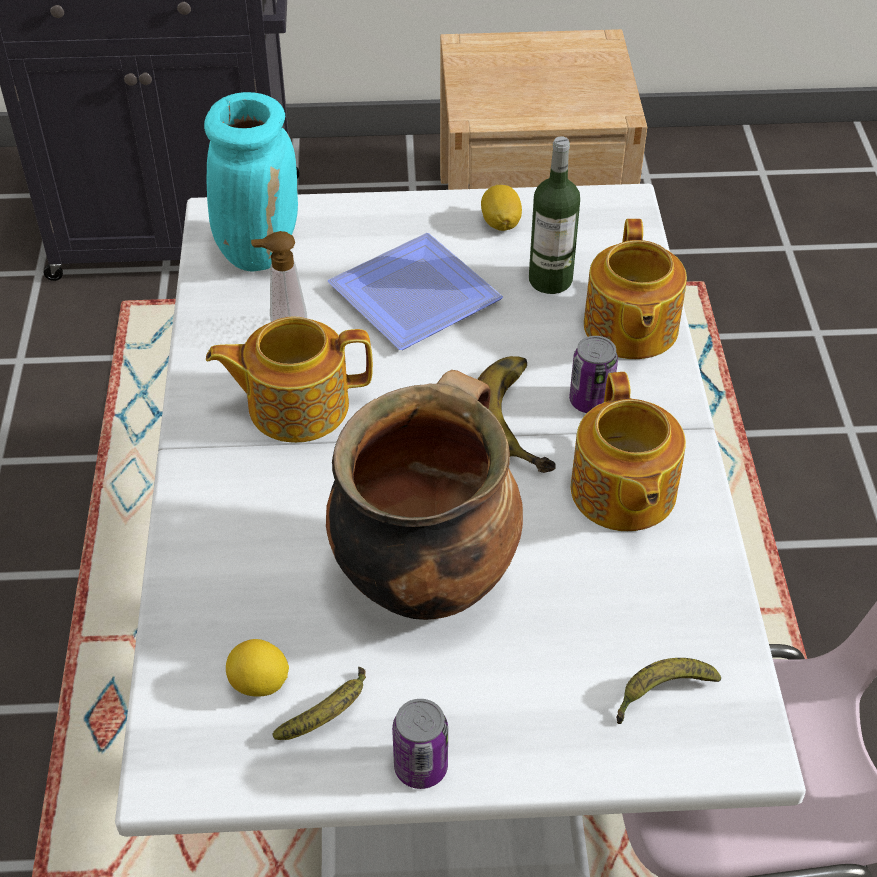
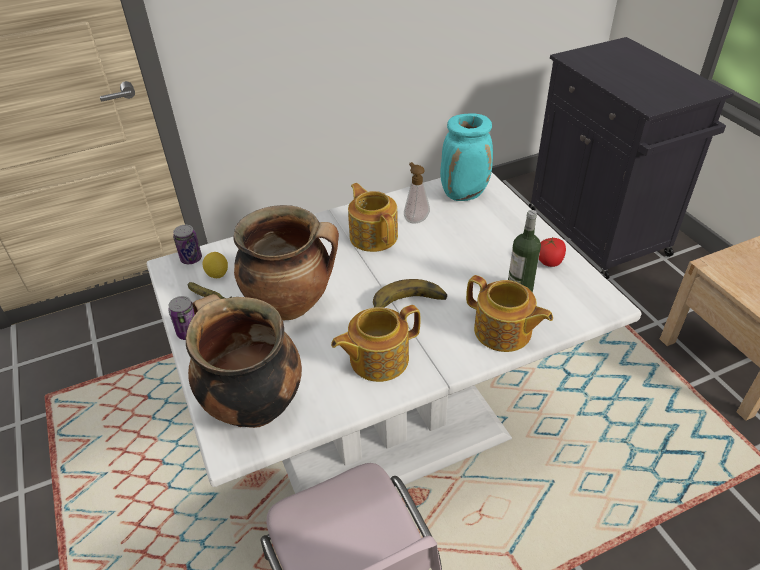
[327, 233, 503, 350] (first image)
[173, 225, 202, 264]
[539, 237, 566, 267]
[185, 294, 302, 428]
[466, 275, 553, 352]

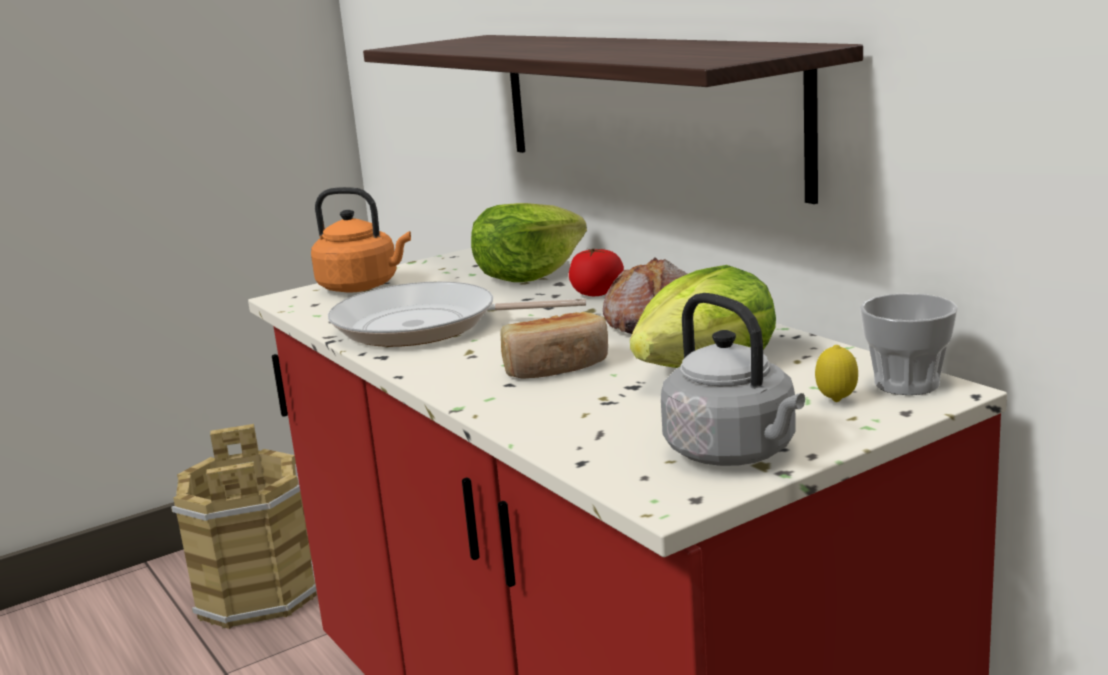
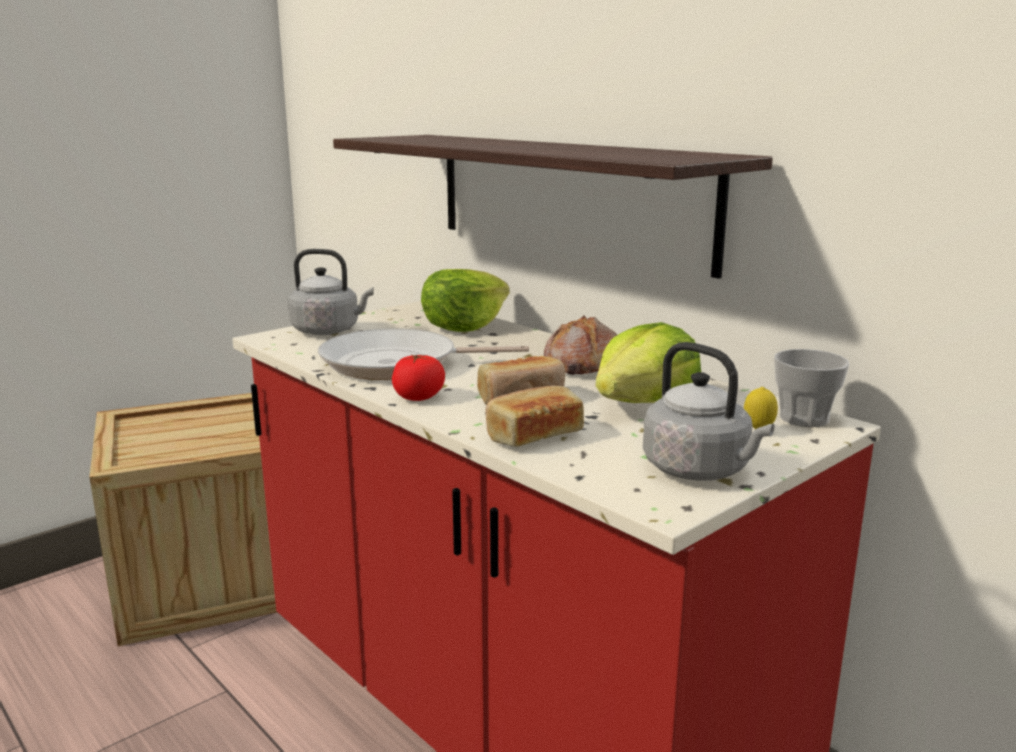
[486, 386, 584, 447]
[392, 354, 445, 401]
[89, 393, 277, 646]
[288, 249, 374, 335]

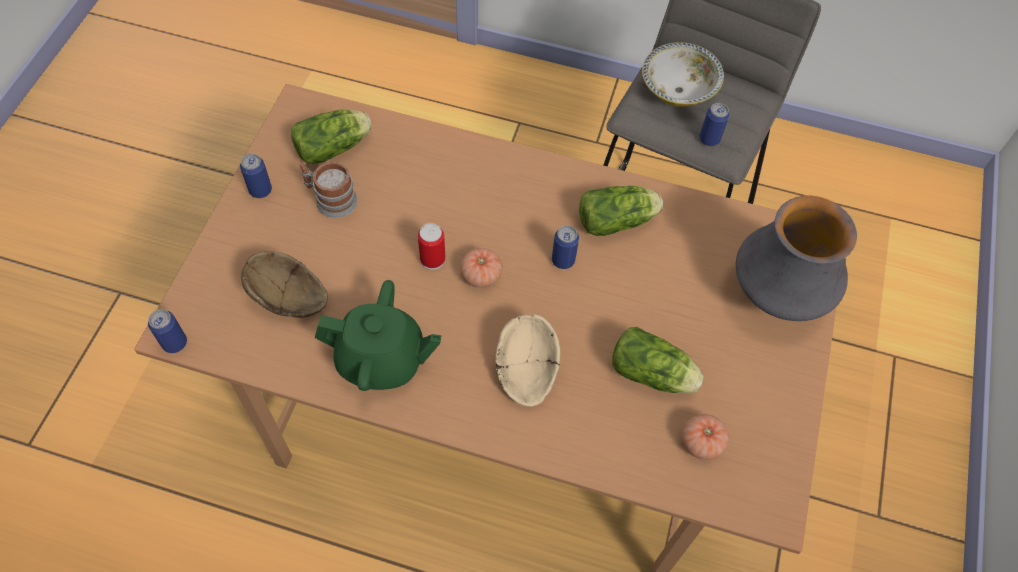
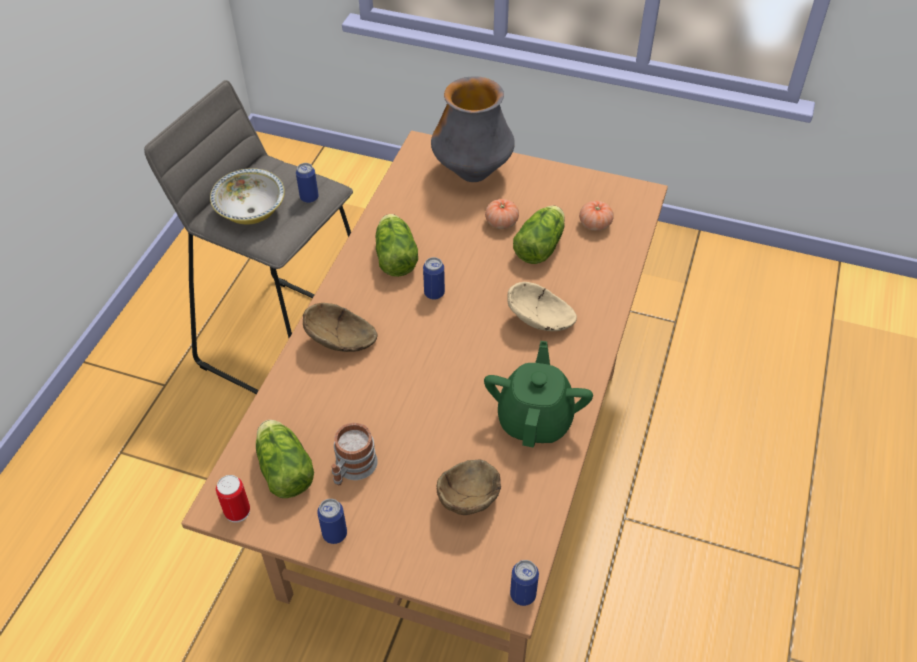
[303, 303, 377, 352]
[216, 475, 250, 523]
[485, 199, 519, 229]

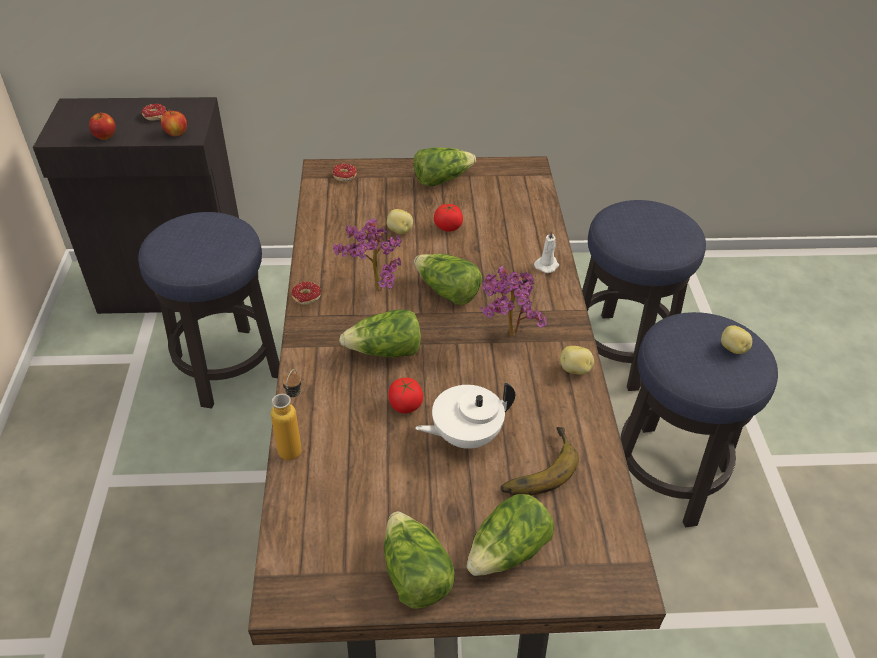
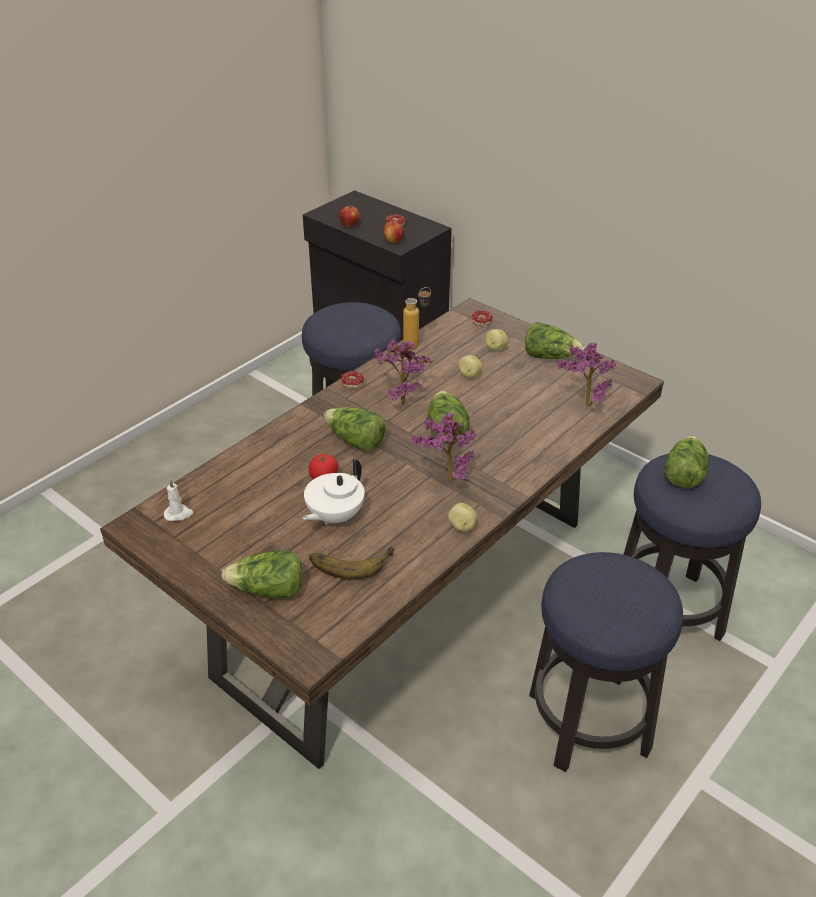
[434, 204, 463, 232] (first image)
[557, 343, 616, 407]
[403, 287, 431, 349]
[664, 436, 708, 488]
[164, 479, 194, 522]
[485, 329, 508, 352]
[303, 459, 365, 525]

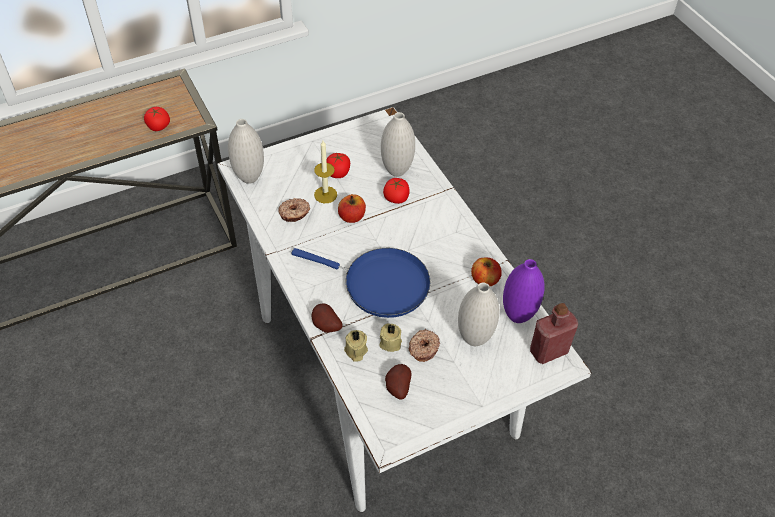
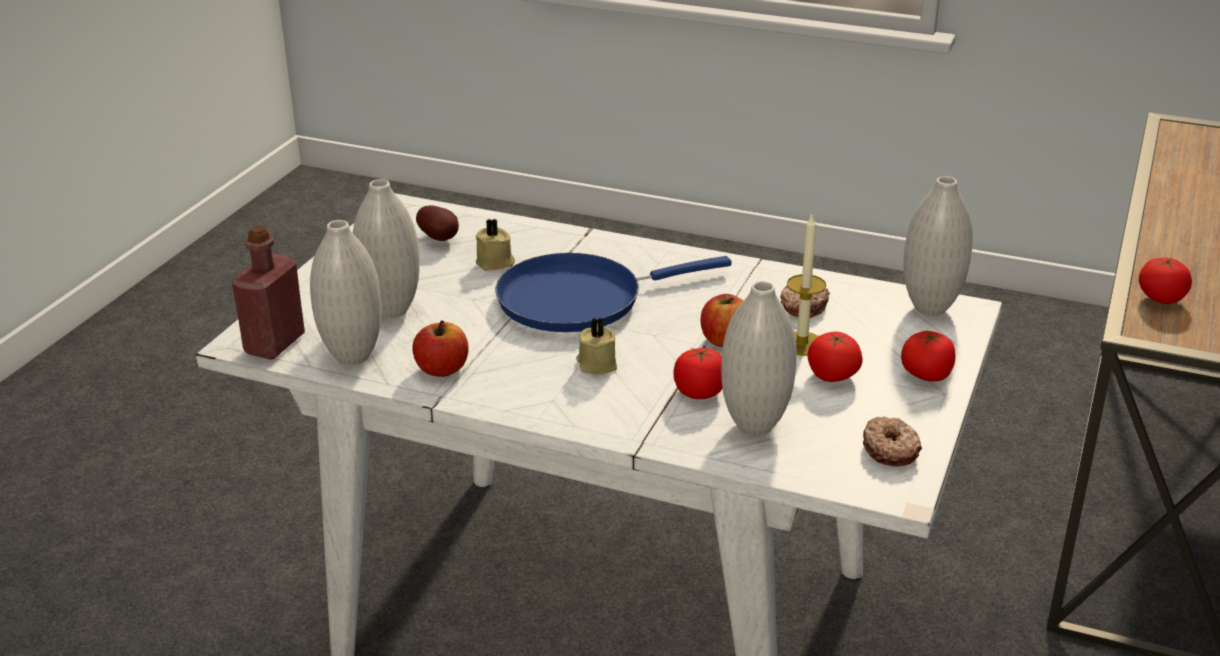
[312, 303, 343, 333] (first image)
[901, 330, 956, 382]
[576, 318, 617, 375]
[863, 416, 922, 467]
[310, 220, 382, 365]

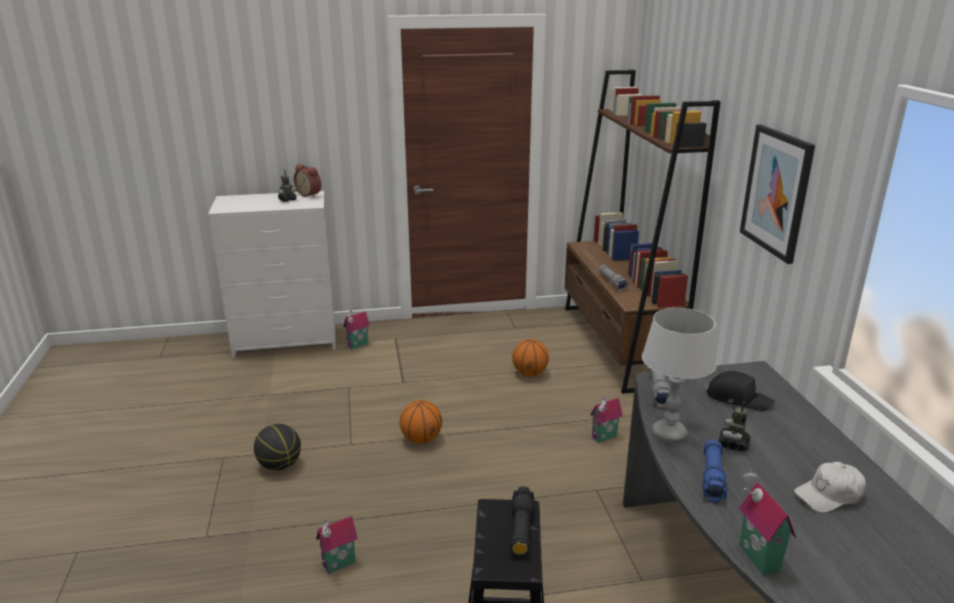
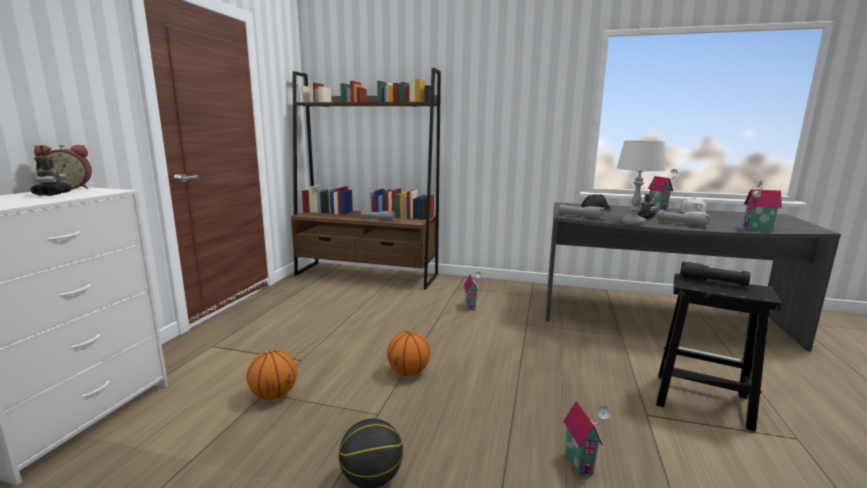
[740, 124, 815, 264] (first image)
[648, 169, 678, 211]
[247, 349, 297, 400]
[657, 210, 710, 227]

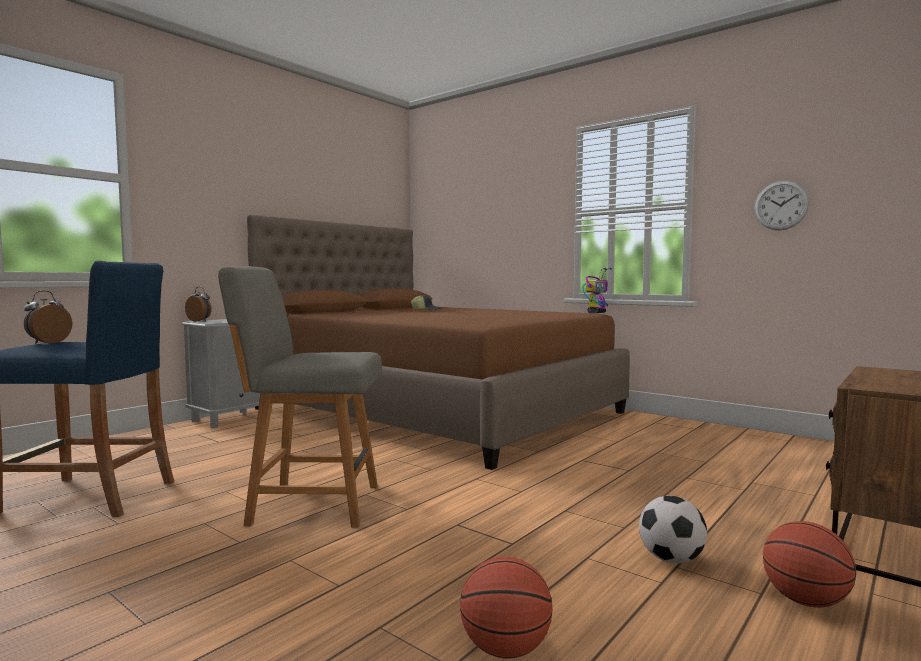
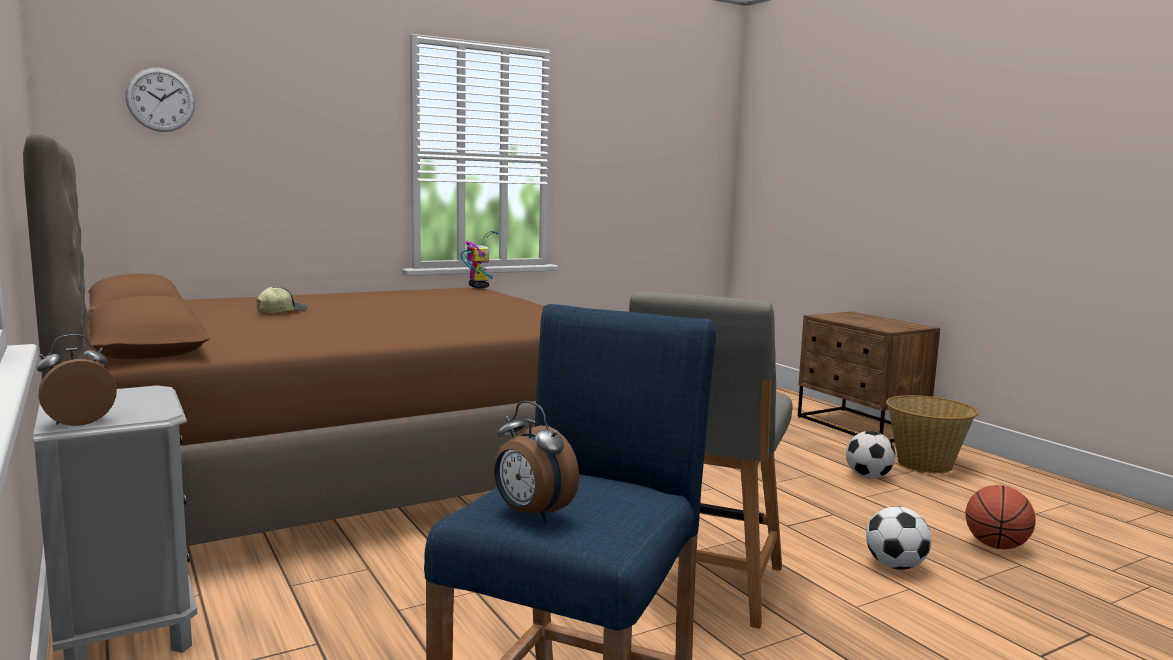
[866, 506, 931, 570]
[125, 68, 195, 132]
[886, 395, 979, 474]

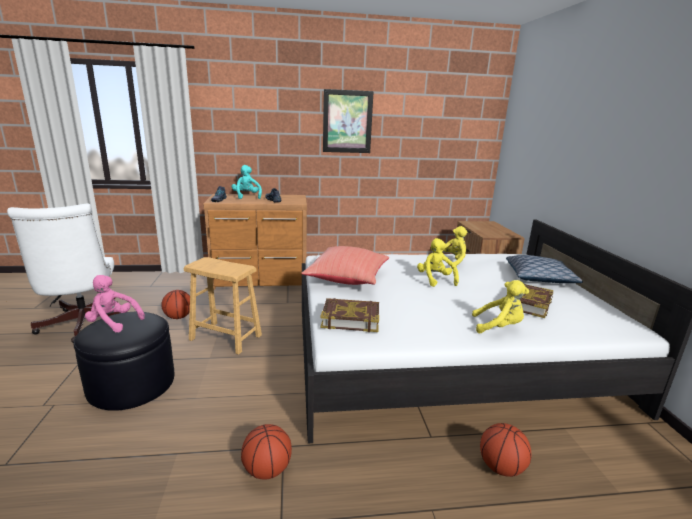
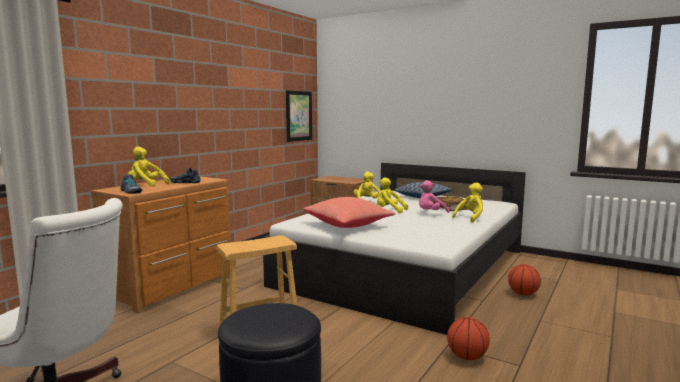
[161, 290, 190, 319] (first image)
[320, 298, 379, 332] (first image)
[419, 180, 450, 213]
[286, 90, 312, 142]
[127, 147, 170, 187]

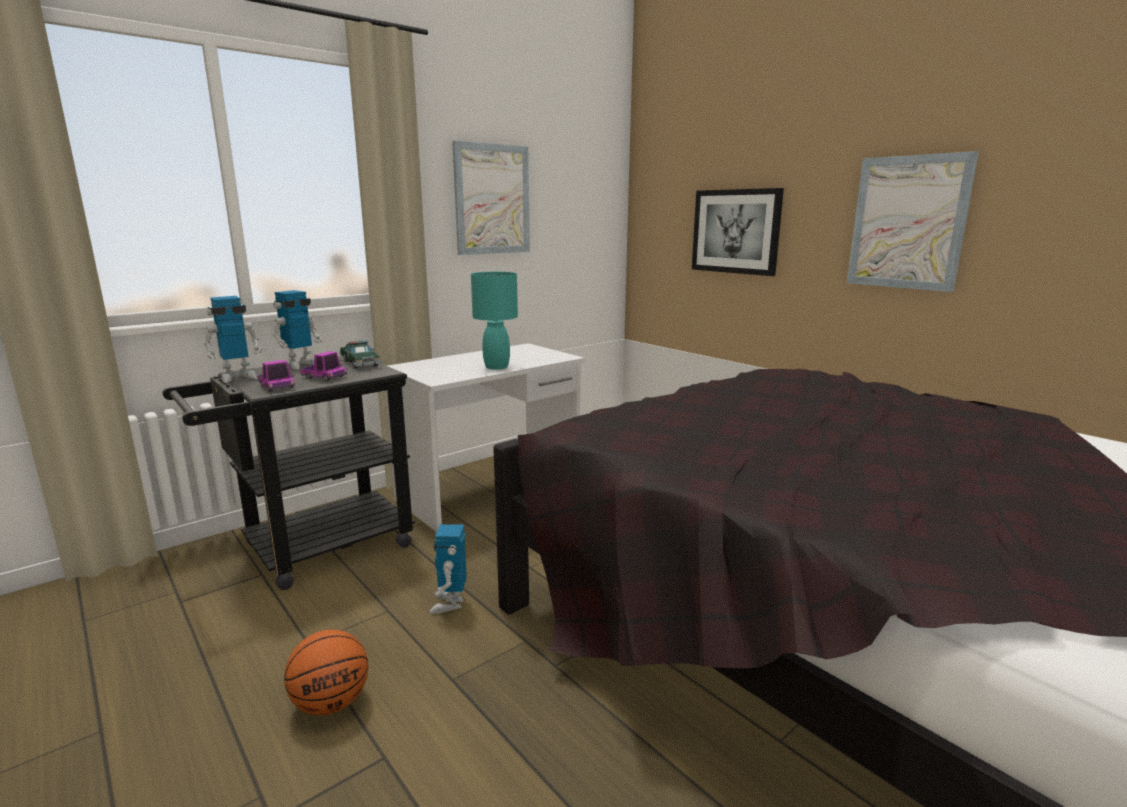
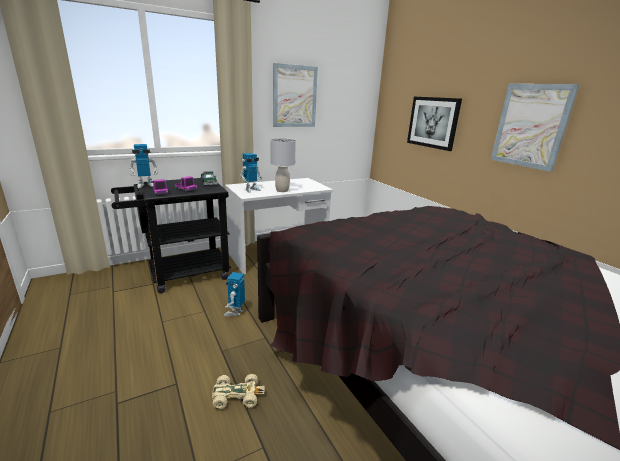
[284, 629, 368, 715] (first image)
[212, 374, 265, 410]
[240, 153, 262, 193]
[271, 138, 296, 192]

